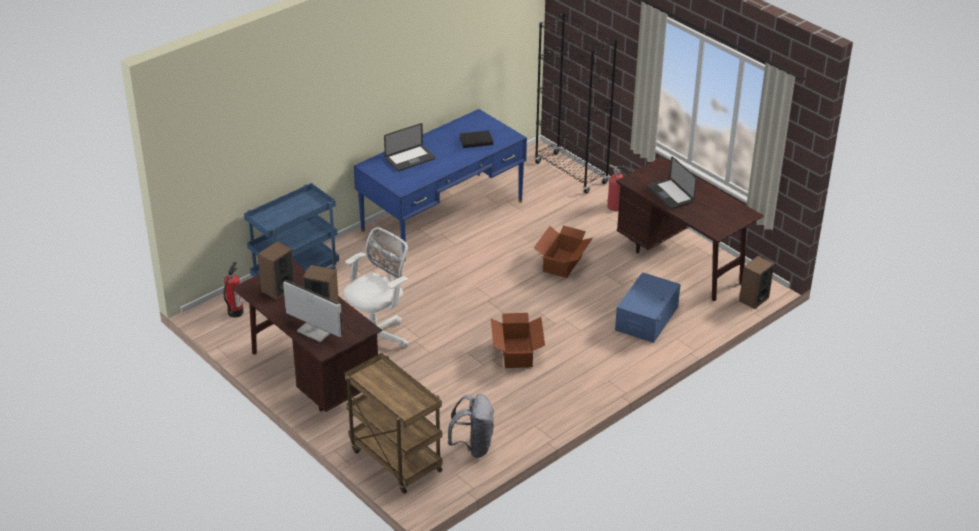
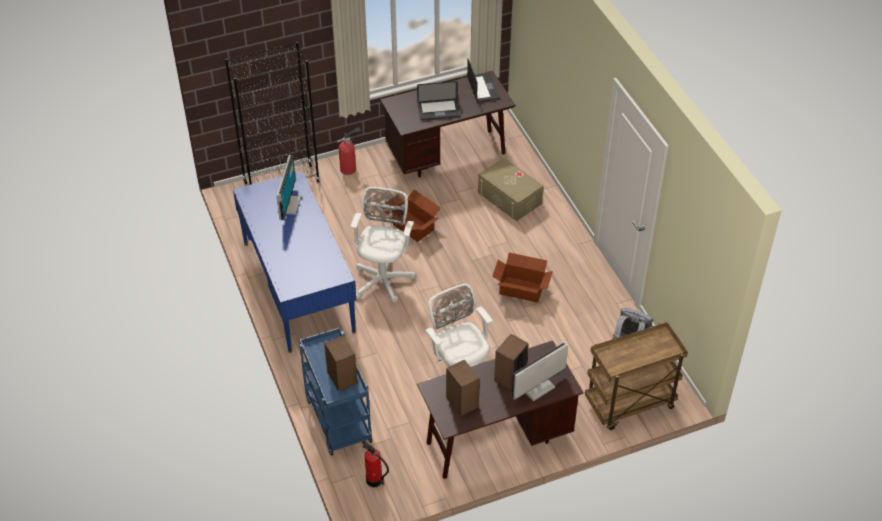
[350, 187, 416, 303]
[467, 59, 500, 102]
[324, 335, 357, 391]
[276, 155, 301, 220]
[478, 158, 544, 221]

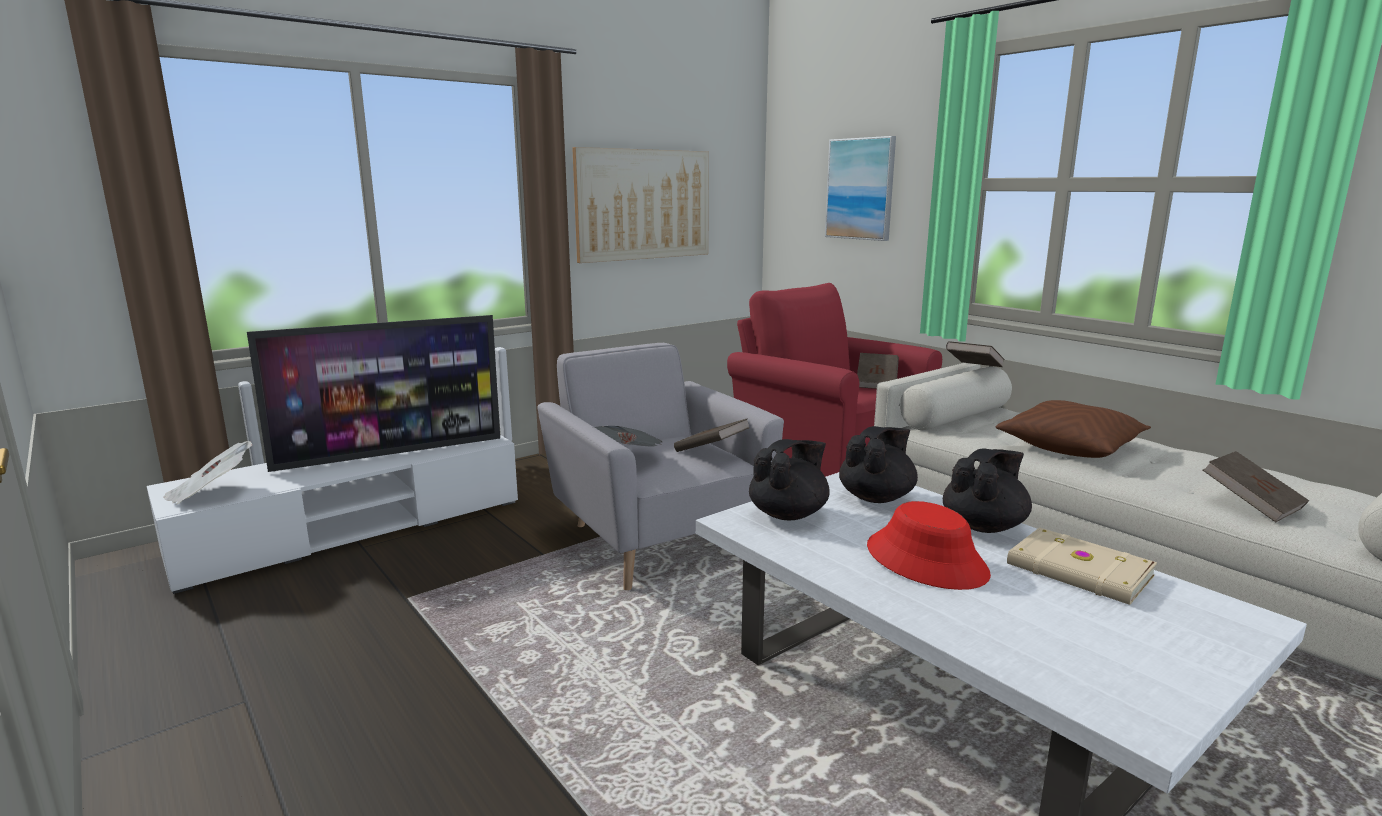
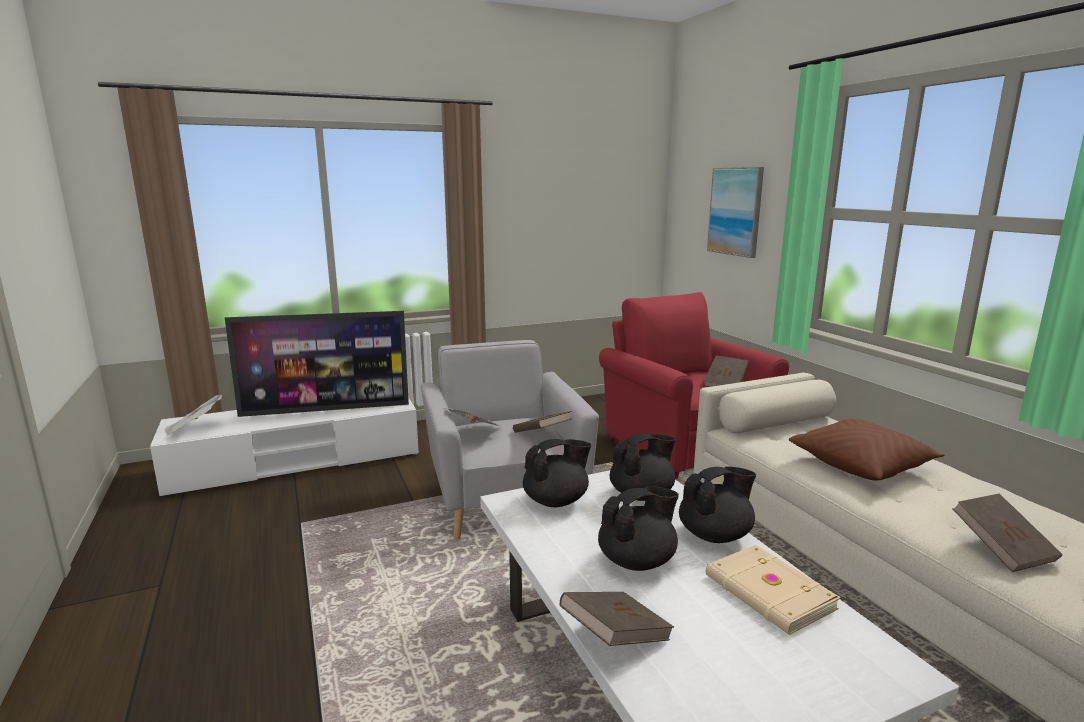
[572, 147, 709, 263] (first image)
[560, 592, 674, 646]
[598, 486, 679, 571]

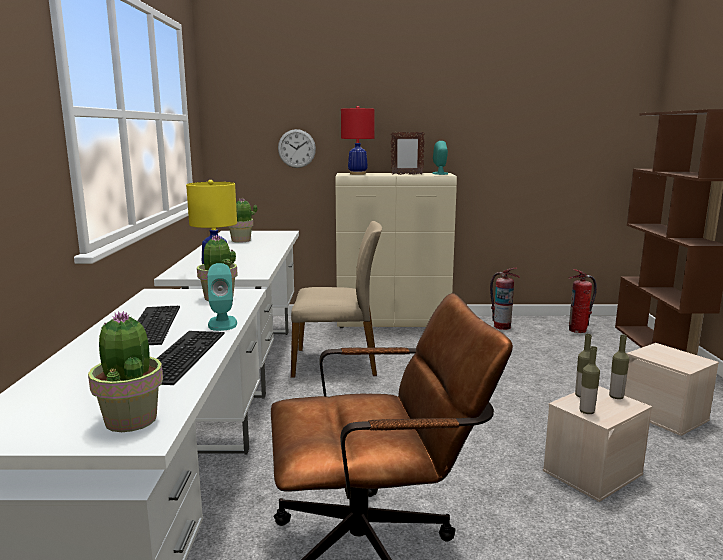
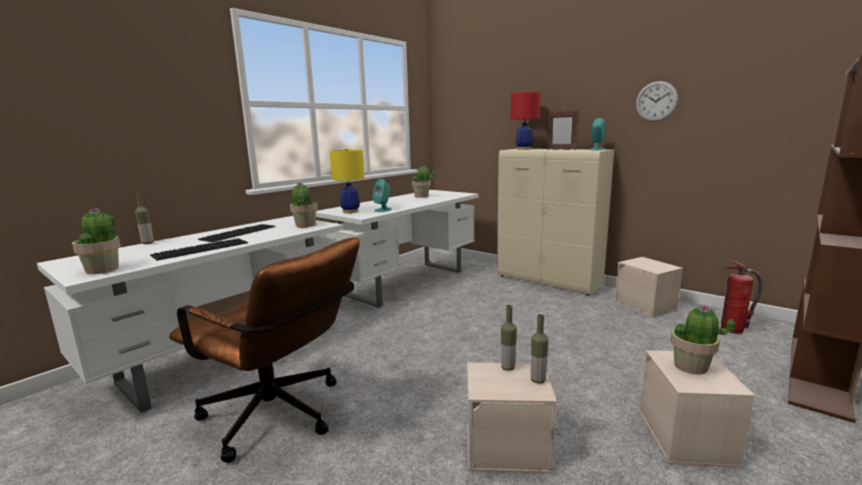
[291, 221, 382, 378] (first image)
[671, 304, 735, 374]
[372, 179, 392, 212]
[636, 81, 678, 122]
[135, 193, 154, 244]
[614, 257, 683, 318]

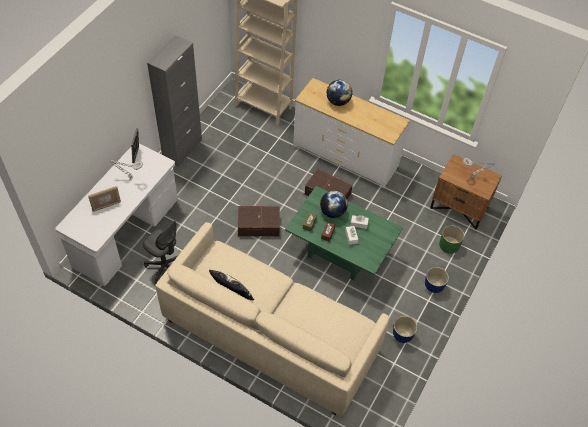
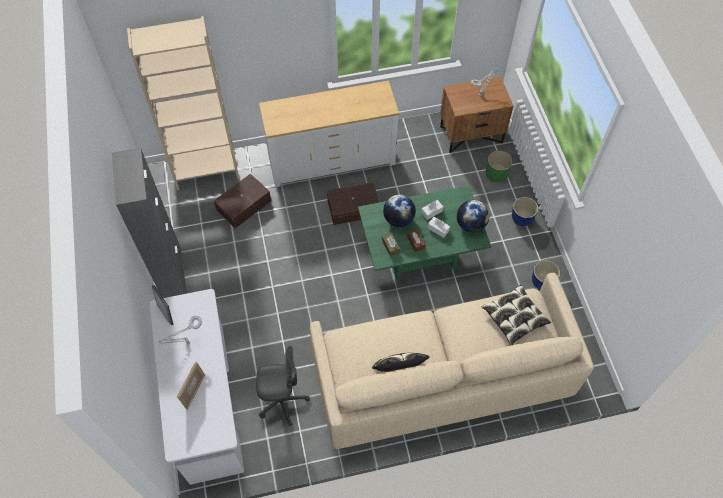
[481, 284, 551, 346]
[214, 174, 271, 228]
[457, 200, 490, 233]

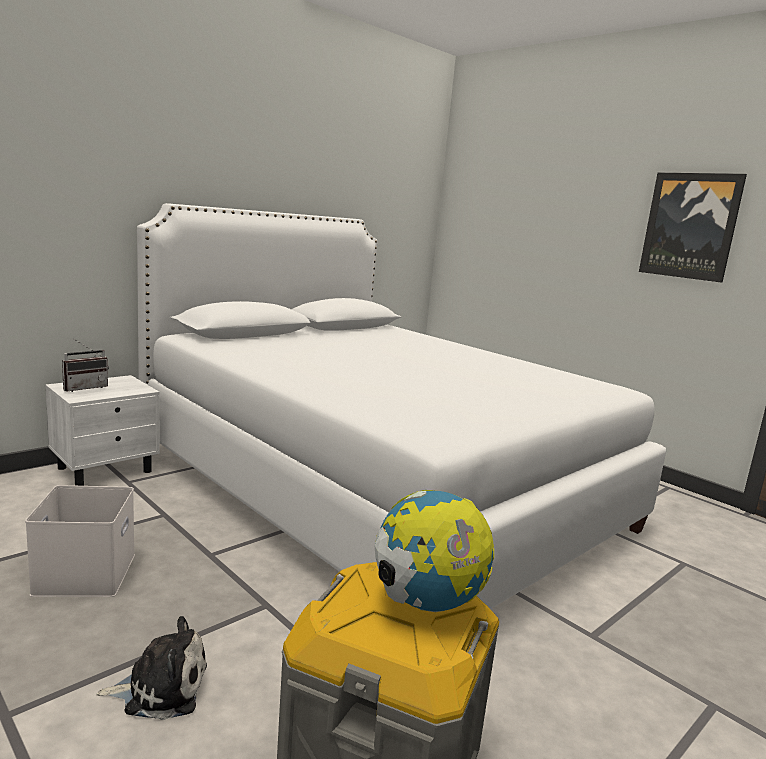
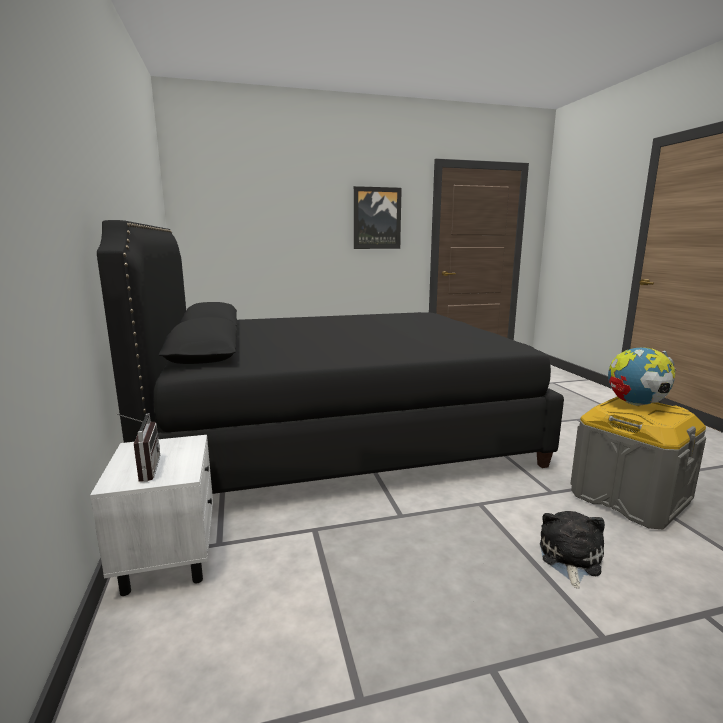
[25, 485, 135, 597] (first image)
[97, 220, 564, 494]

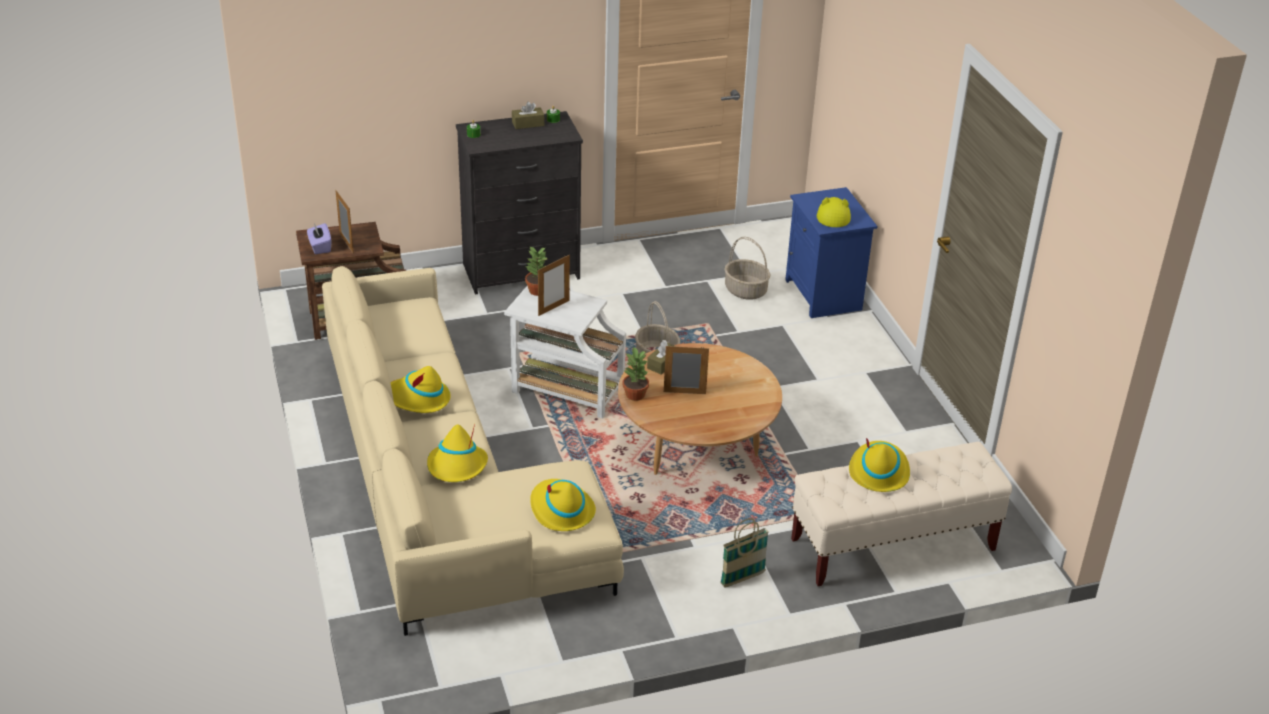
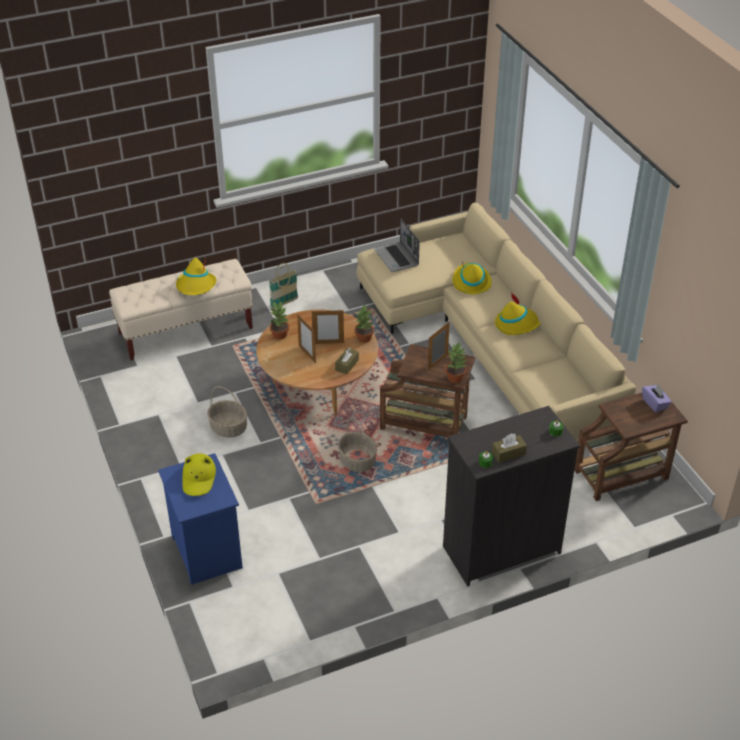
[270, 302, 289, 340]
[297, 314, 316, 363]
[207, 386, 248, 438]
[374, 219, 420, 272]
[380, 344, 475, 437]

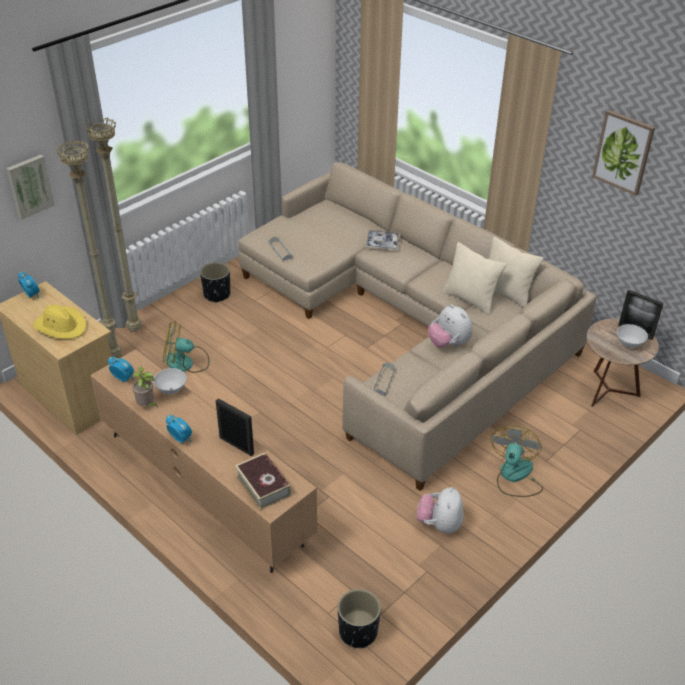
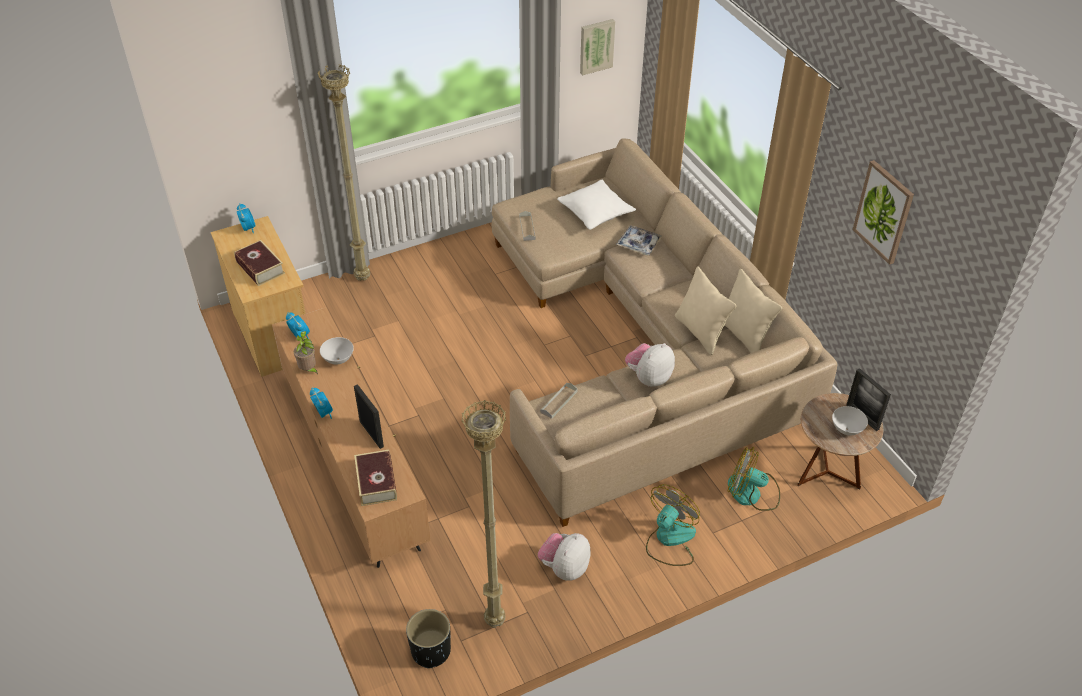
[200, 262, 230, 303] (first image)
[557, 180, 636, 230]
[580, 19, 615, 76]
[461, 400, 506, 628]
[728, 447, 780, 511]
[234, 240, 285, 286]
[625, 343, 675, 387]

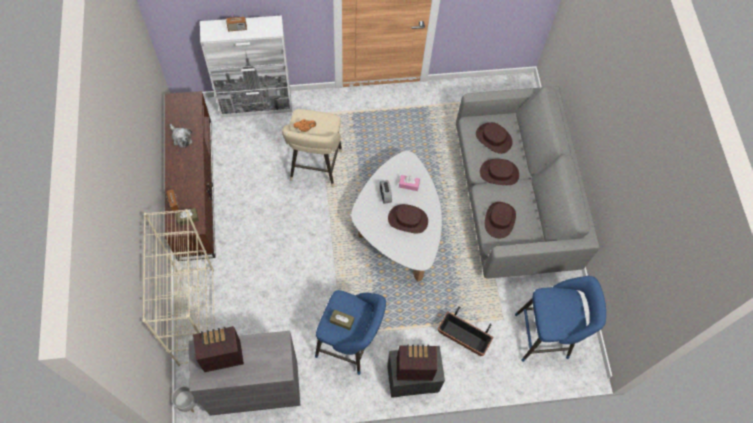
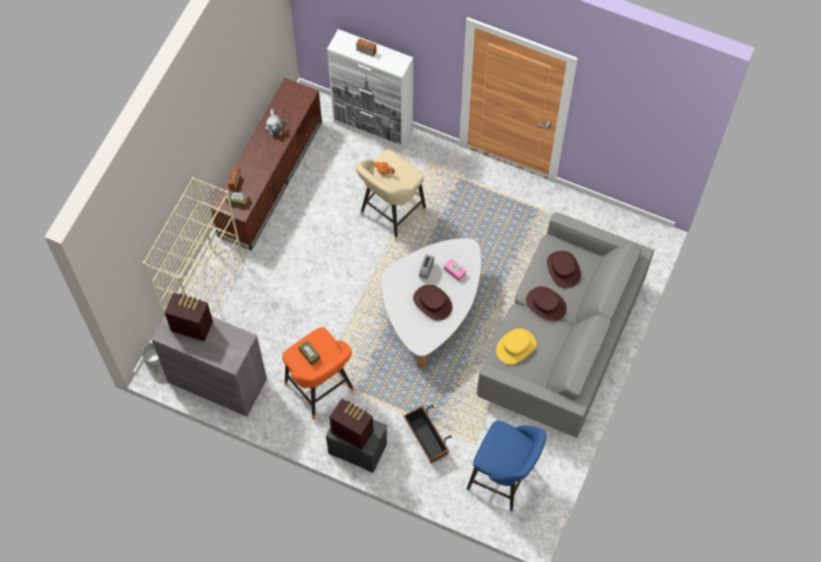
[282, 327, 354, 419]
[496, 328, 537, 365]

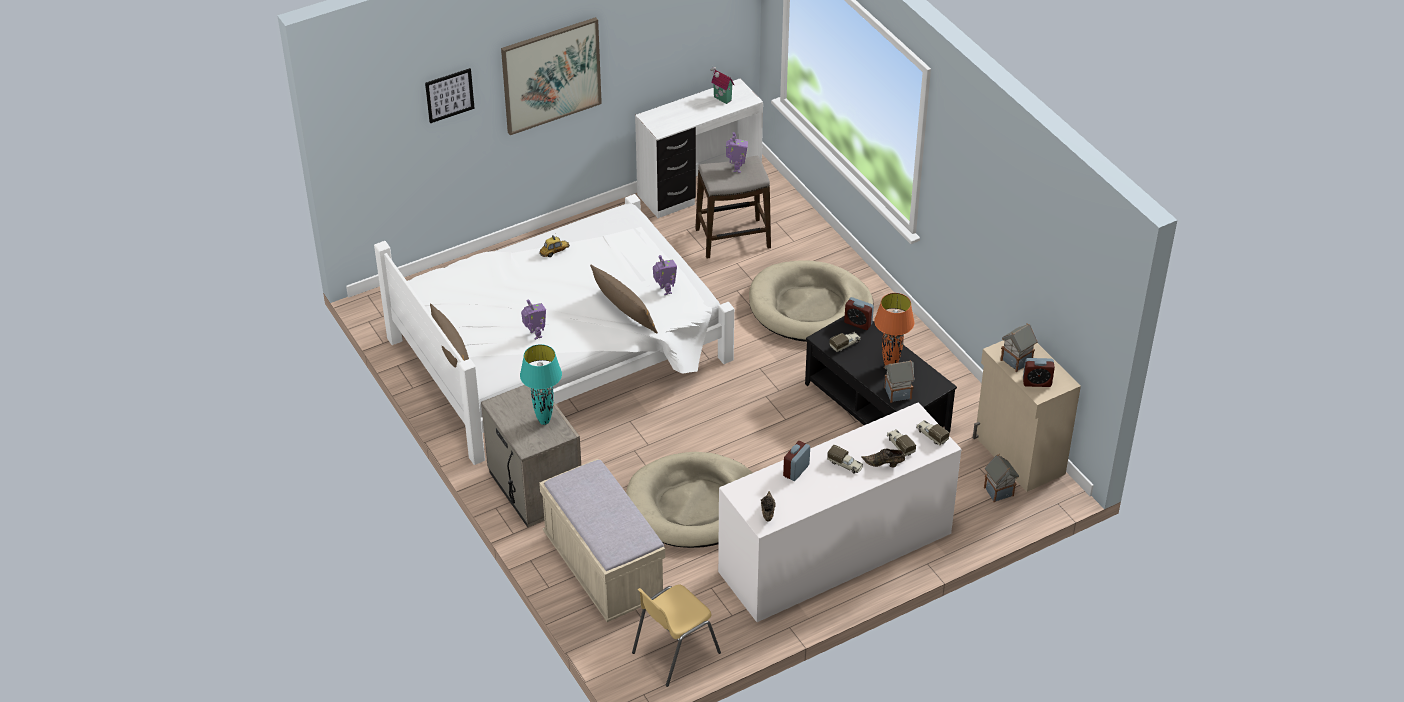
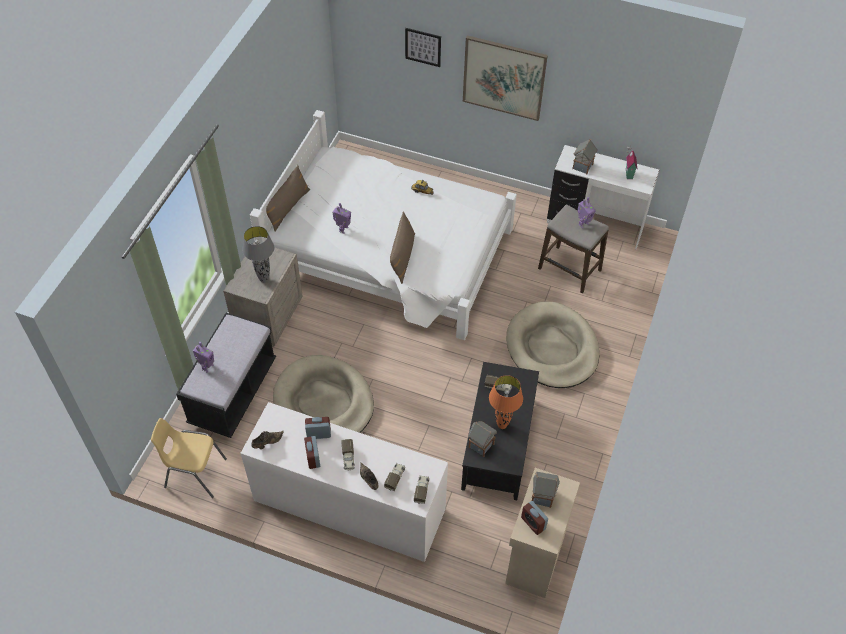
[193, 342, 214, 373]
[304, 436, 320, 469]
[572, 139, 597, 174]
[242, 226, 274, 283]
[176, 313, 276, 438]

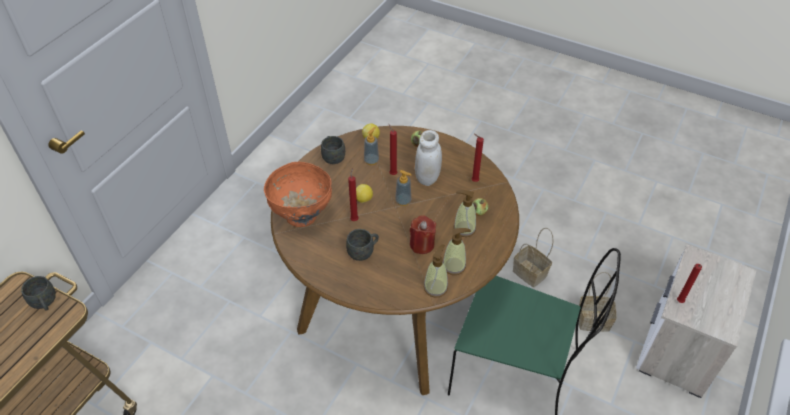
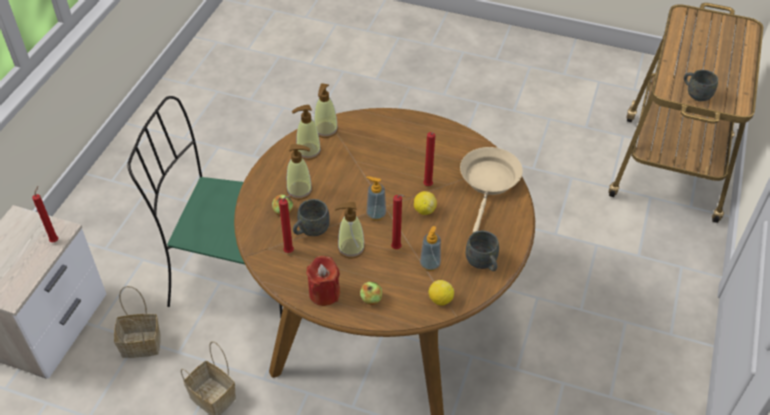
[293, 199, 330, 236]
[306, 256, 340, 306]
[460, 147, 523, 233]
[335, 202, 365, 258]

